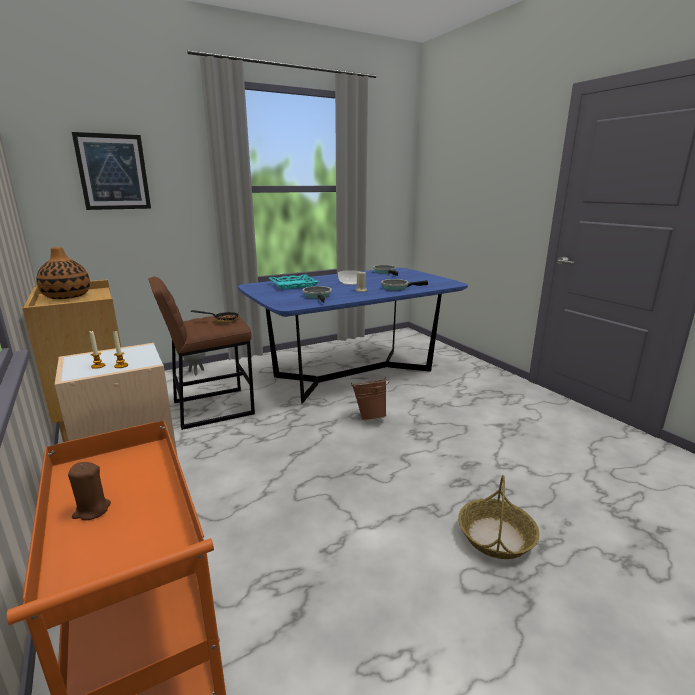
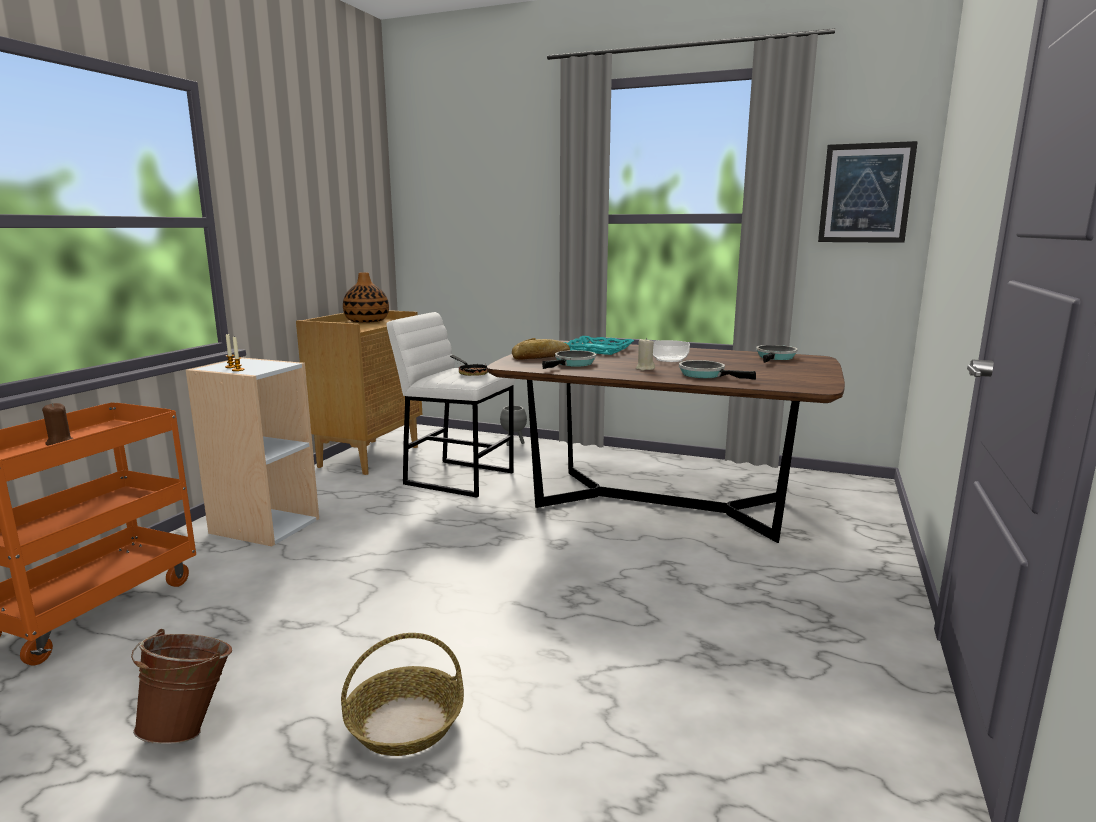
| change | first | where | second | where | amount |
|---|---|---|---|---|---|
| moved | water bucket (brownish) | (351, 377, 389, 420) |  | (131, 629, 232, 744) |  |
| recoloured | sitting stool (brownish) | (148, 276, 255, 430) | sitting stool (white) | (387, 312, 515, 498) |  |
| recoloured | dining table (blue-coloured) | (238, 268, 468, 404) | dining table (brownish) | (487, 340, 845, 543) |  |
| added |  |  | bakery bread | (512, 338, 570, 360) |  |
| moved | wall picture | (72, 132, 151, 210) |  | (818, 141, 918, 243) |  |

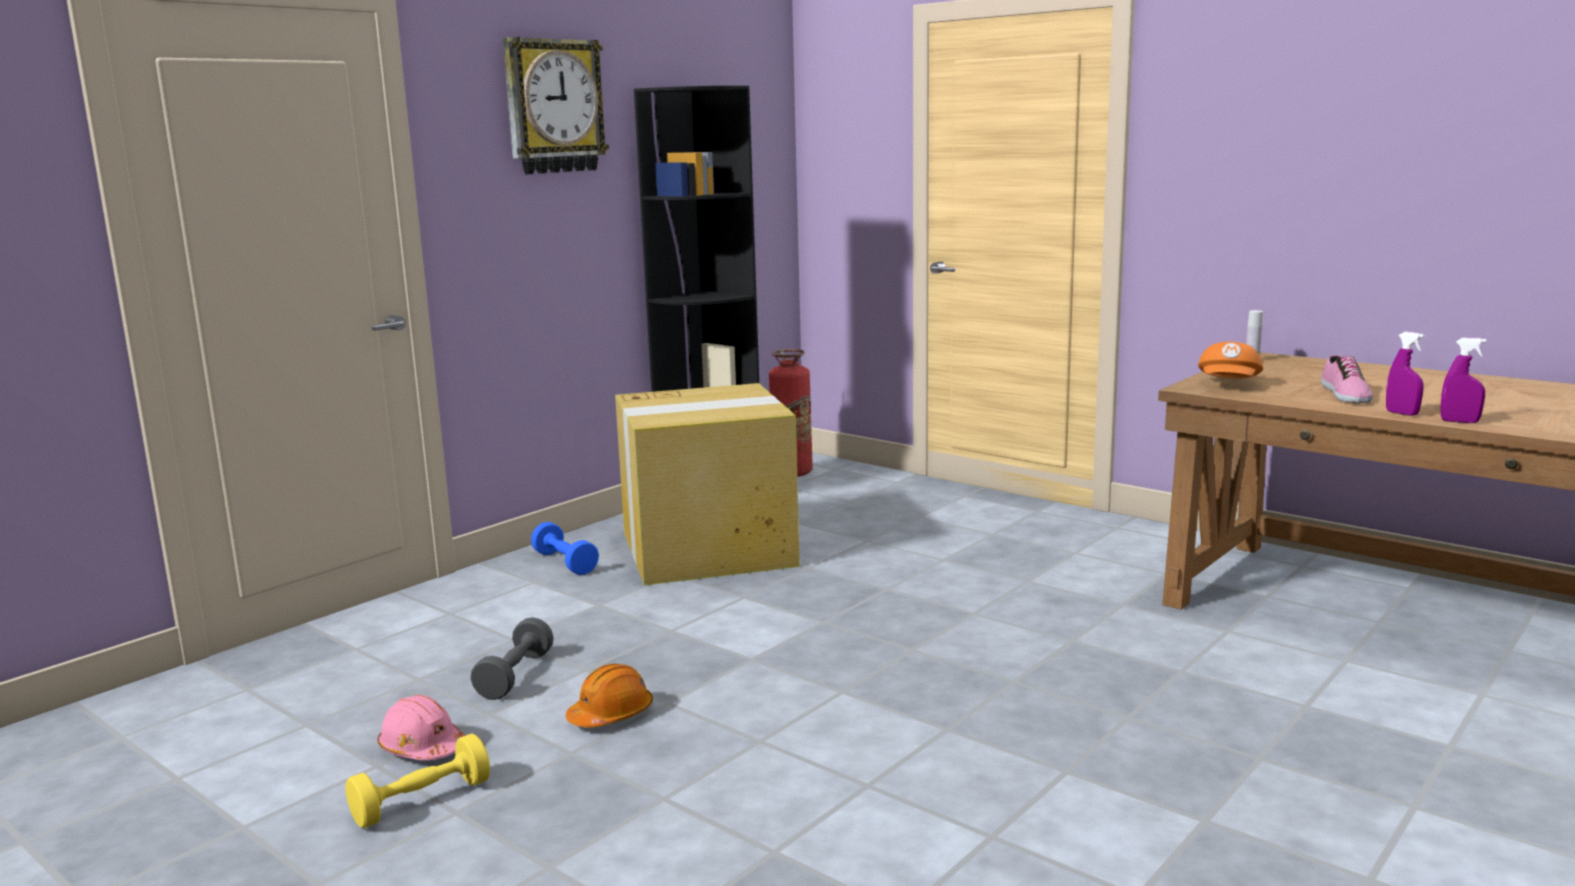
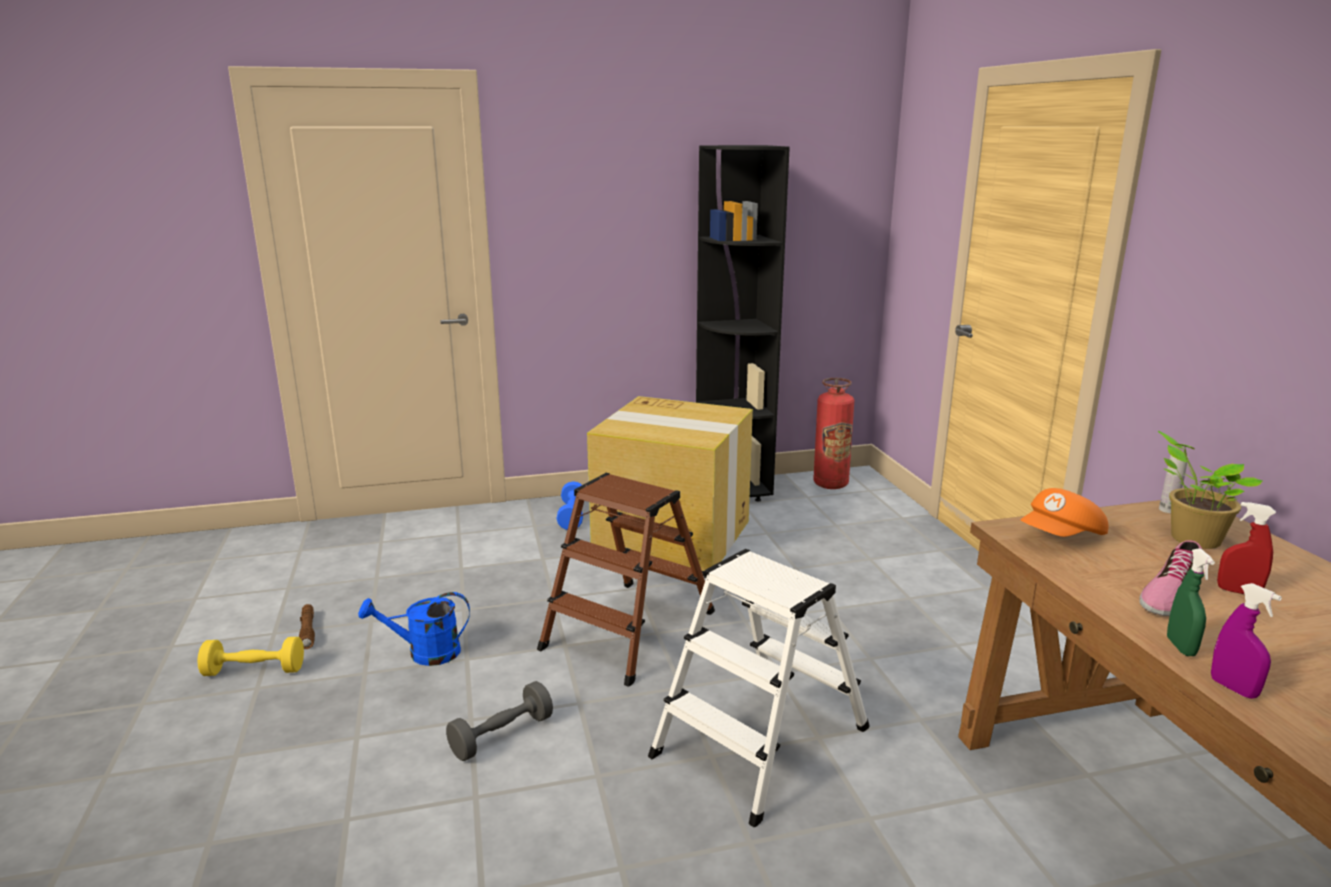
| change | first | where | second | where | amount |
|---|---|---|---|---|---|
| replaced | safety helmet (pink) | (378, 695, 465, 760) | torch (brownish) | (299, 604, 315, 649) |  |
| replaced | safety helmet (orangey) | (566, 664, 653, 727) | watering pot (blue-coloured) | (358, 592, 470, 666) |  |
| moved | hand weight (greyish) | (470, 617, 554, 700) |  | (446, 681, 553, 761) |  |
| added |  |  | step ladder (brownish) | (537, 473, 715, 687) |  |
| added |  |  | step ladder (white) | (648, 549, 870, 827) |  |
| added |  |  | plant in a pot | (1158, 431, 1263, 549) |  |
| recoloured | sprayer (purple) | (1386, 332, 1425, 416) | sprayer (green-coloured) | (1167, 549, 1215, 656) |  |
| added |  |  | sprayer (red) | (1217, 502, 1276, 594) |  |
| removed | hanging clock | (503, 37, 609, 174) |  |  |  |

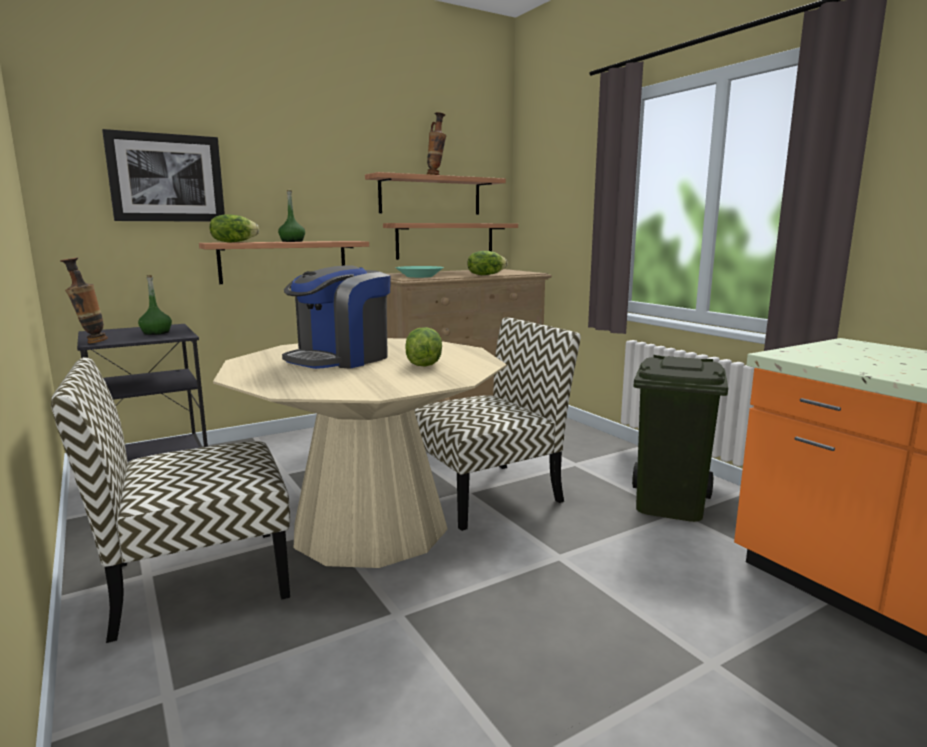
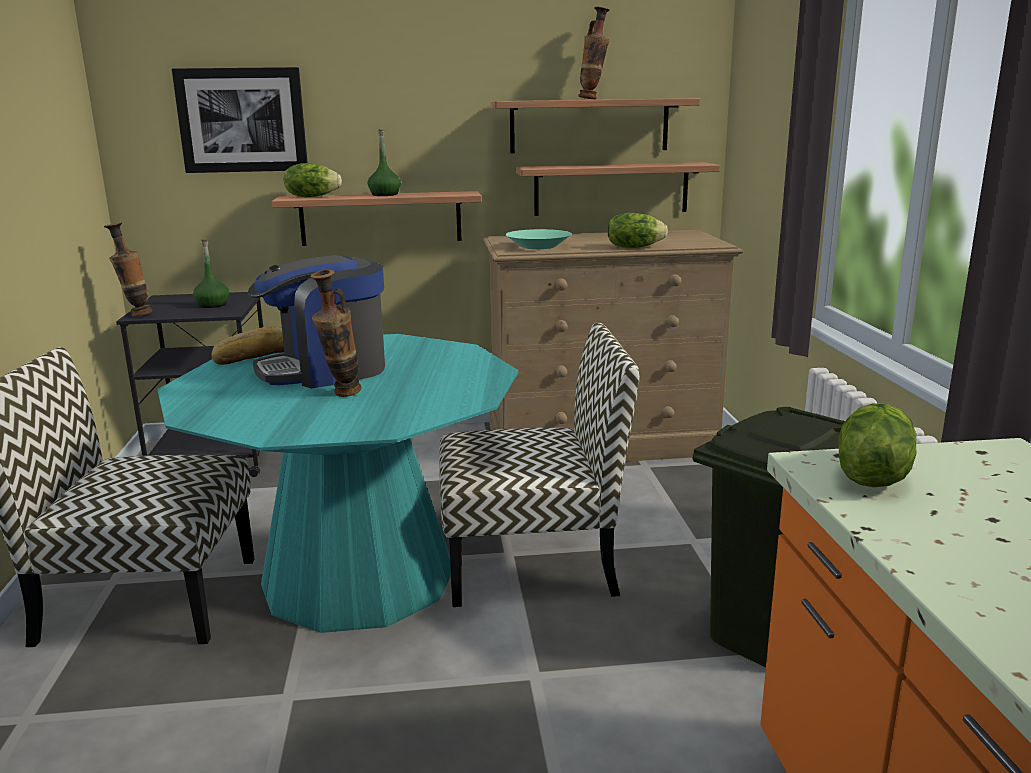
| change | first | where | second | where | amount |
|---|---|---|---|---|---|
| recoloured | dining table (sand-coloured) | (213, 338, 507, 568) | dining table (turquoise) | (157, 334, 518, 633) |  |
| added |  |  | bakery bread | (212, 326, 284, 365) |  |
| added |  |  | flower vase | (310, 269, 361, 397) |  |
| moved | head of lettuce | (405, 327, 442, 367) |  | (839, 403, 916, 487) |  |

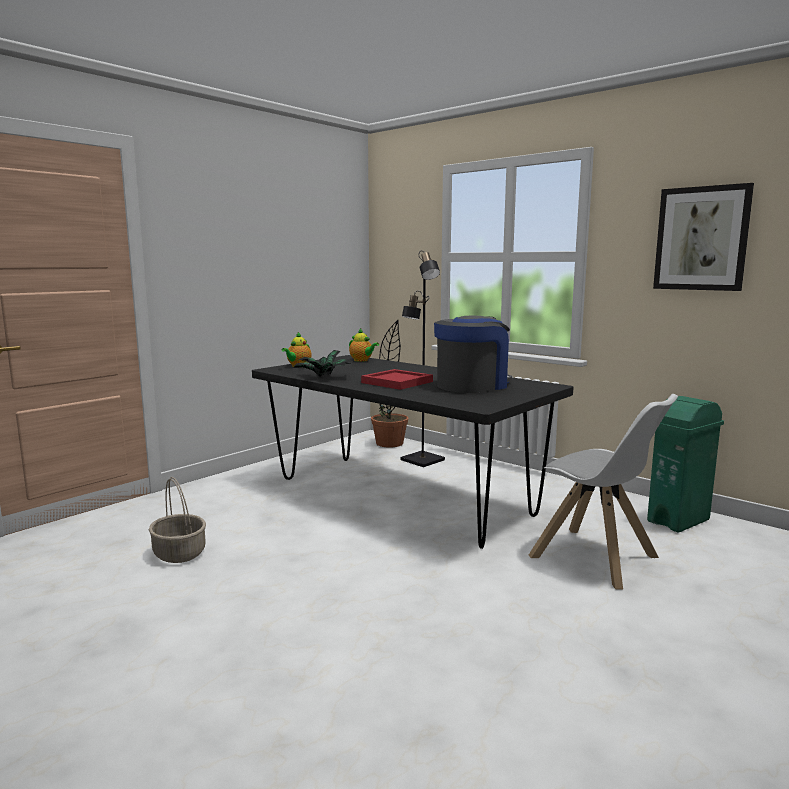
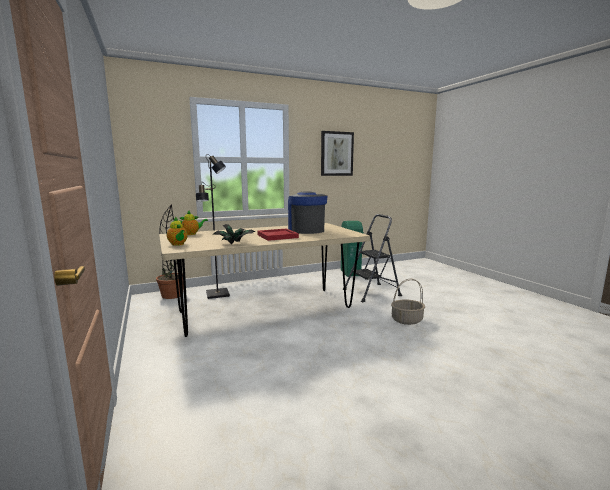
| change | first | where | second | where | amount |
|---|---|---|---|---|---|
| recoloured | dining table (blackish) | (252, 355, 573, 549) | dining table (sand-coloured) | (159, 223, 370, 337) |  |
| replaced | chair | (529, 394, 678, 590) | step ladder (blackish) | (343, 214, 402, 302) |  |
| moved | storage basket | (149, 477, 206, 563) |  | (391, 279, 425, 325) |  |

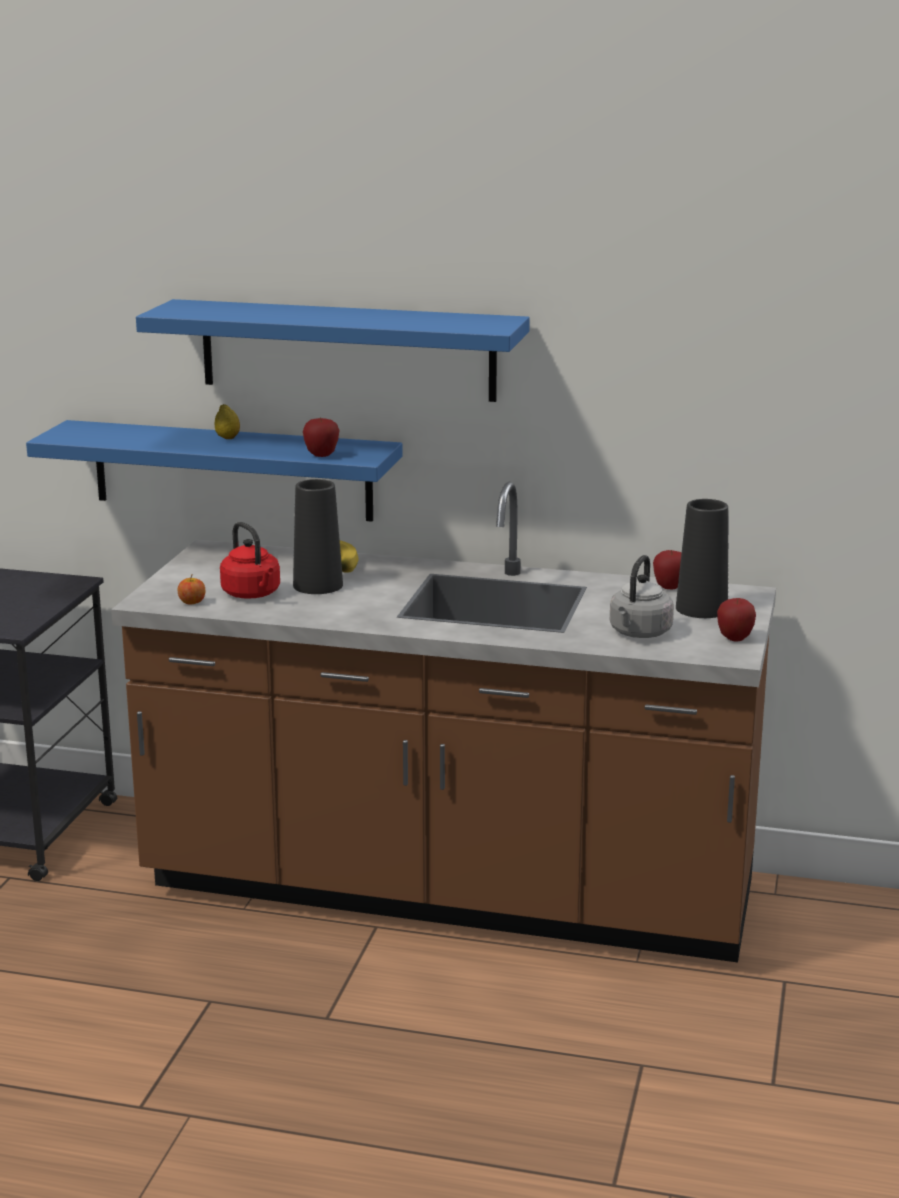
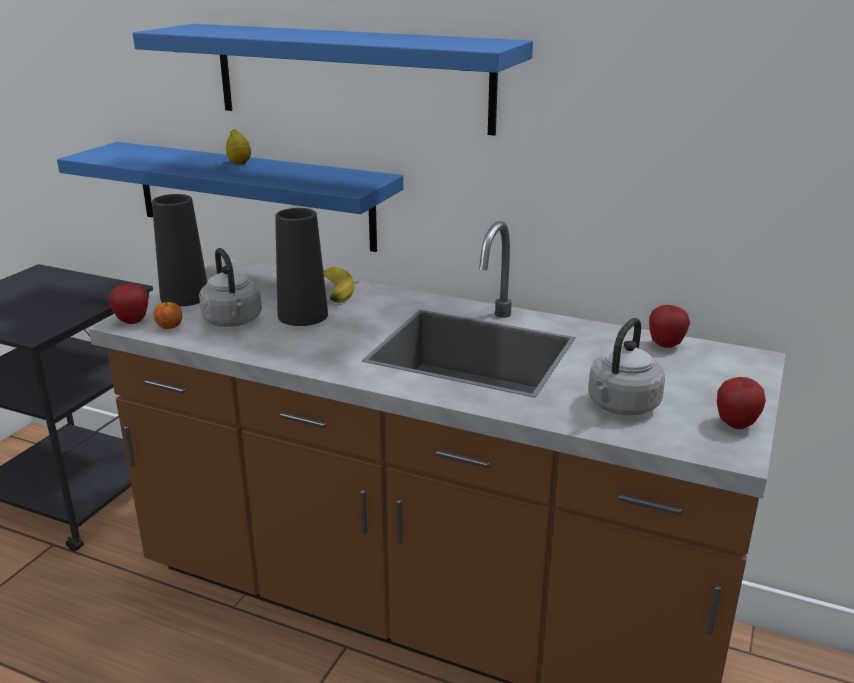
| change | first | where | second | where | amount |
|---|---|---|---|---|---|
| moved | apple fruit | (303, 417, 340, 457) |  | (109, 283, 149, 324) |  |
| moved | flower vase (blackish) | (676, 499, 728, 618) |  | (152, 194, 207, 306) |  |
| recoloured | kettle (red) | (220, 522, 280, 599) | kettle (greyish) | (199, 248, 262, 327) |  |

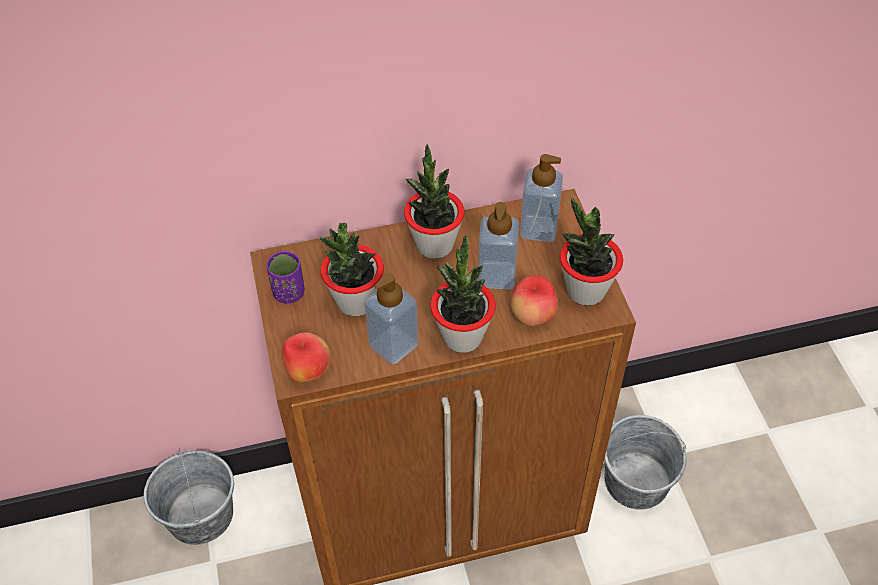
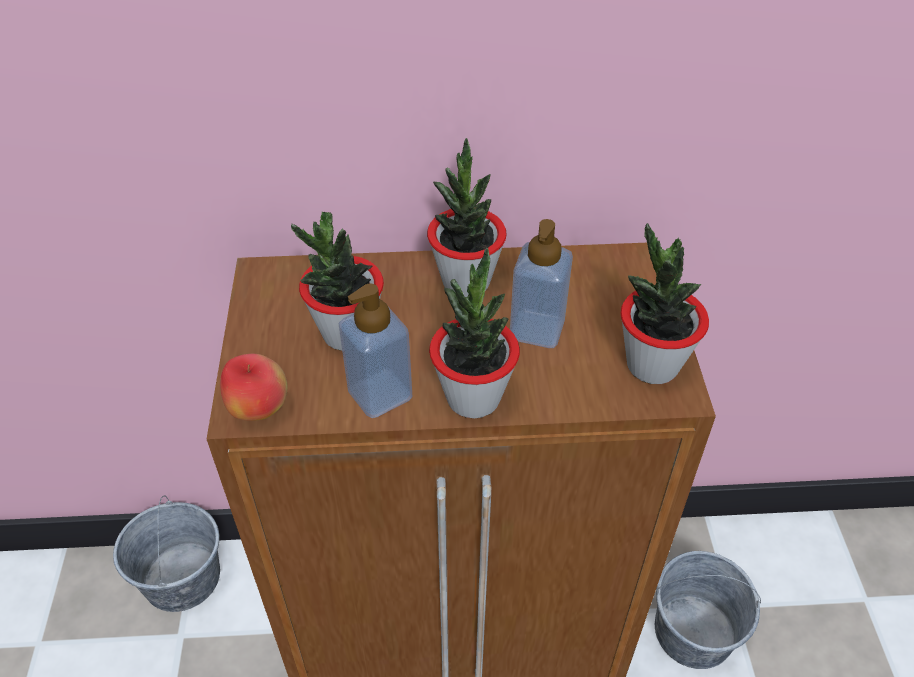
| change | first | where | second | where | amount |
|---|---|---|---|---|---|
| removed | cup (purple) | (267, 251, 305, 304) |  |  |  |
| removed | apple fruit | (511, 275, 558, 326) |  |  |  |
| removed | soap bottle | (520, 154, 563, 242) |  |  |  |

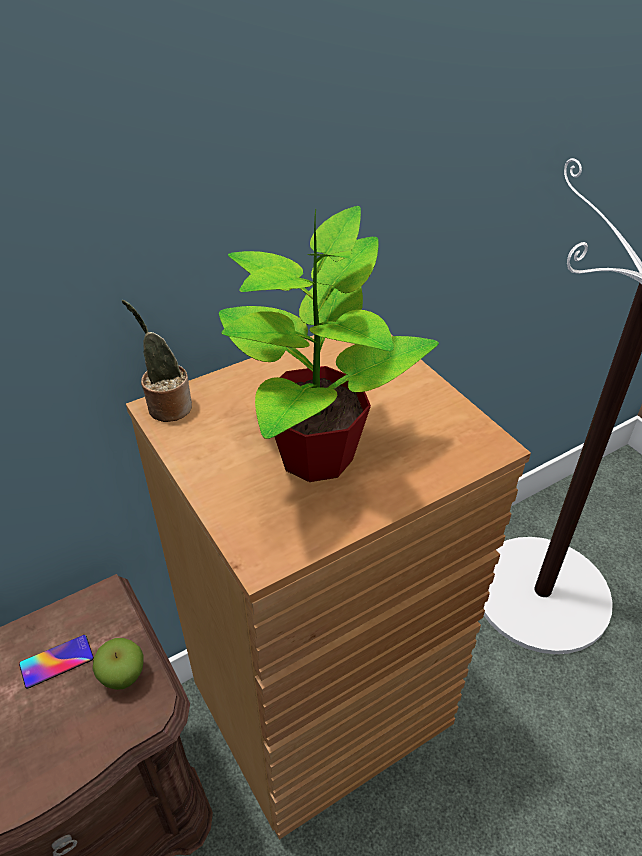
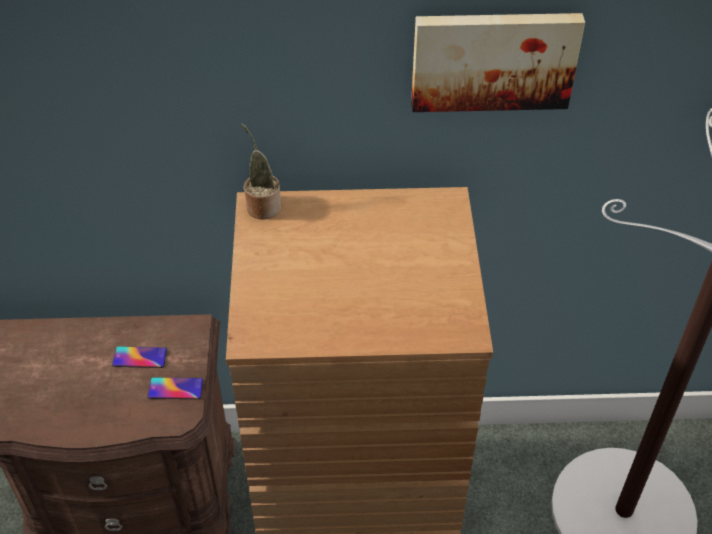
| change | first | where | second | where | amount |
|---|---|---|---|---|---|
| replaced | apple fruit | (92, 638, 144, 690) | phone | (148, 377, 204, 399) |  |
| added |  |  | wall picture | (411, 13, 585, 112) |  |
| removed | plant in a pot | (219, 206, 439, 482) |  |  |  |

